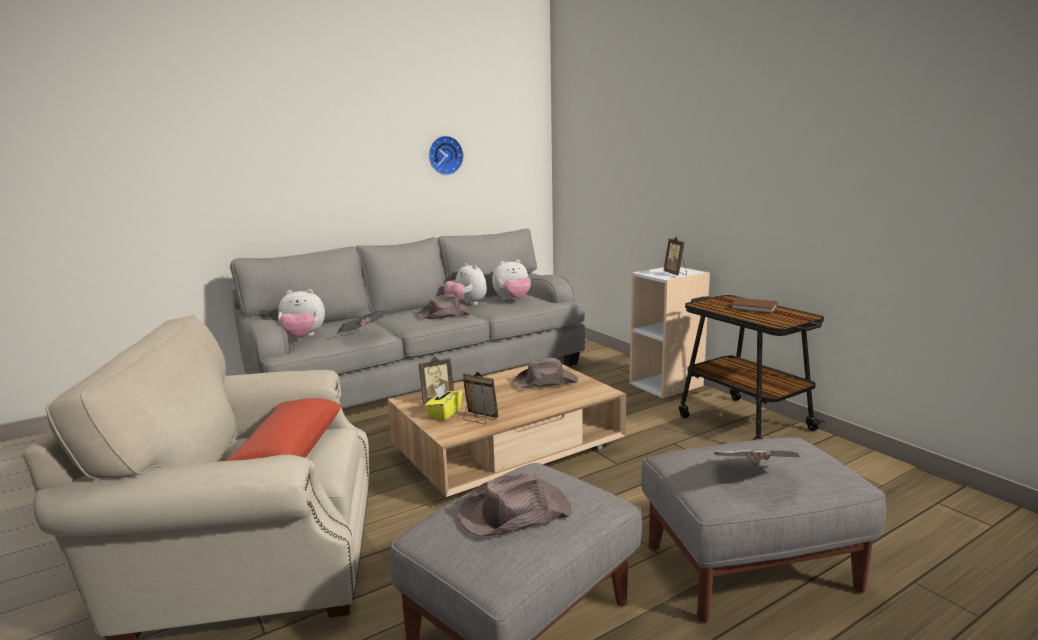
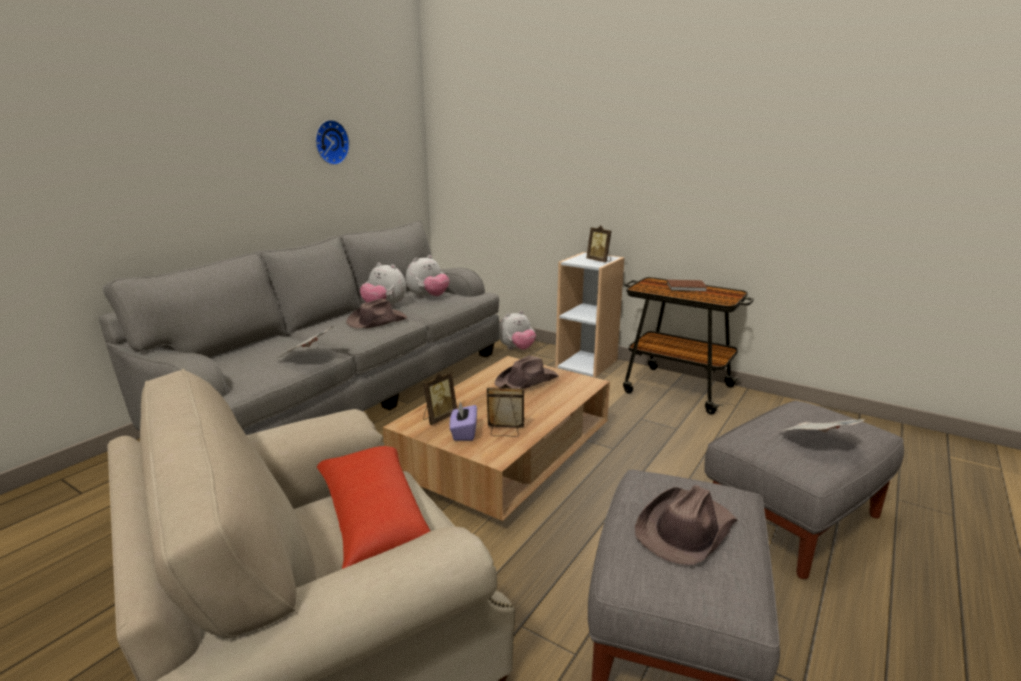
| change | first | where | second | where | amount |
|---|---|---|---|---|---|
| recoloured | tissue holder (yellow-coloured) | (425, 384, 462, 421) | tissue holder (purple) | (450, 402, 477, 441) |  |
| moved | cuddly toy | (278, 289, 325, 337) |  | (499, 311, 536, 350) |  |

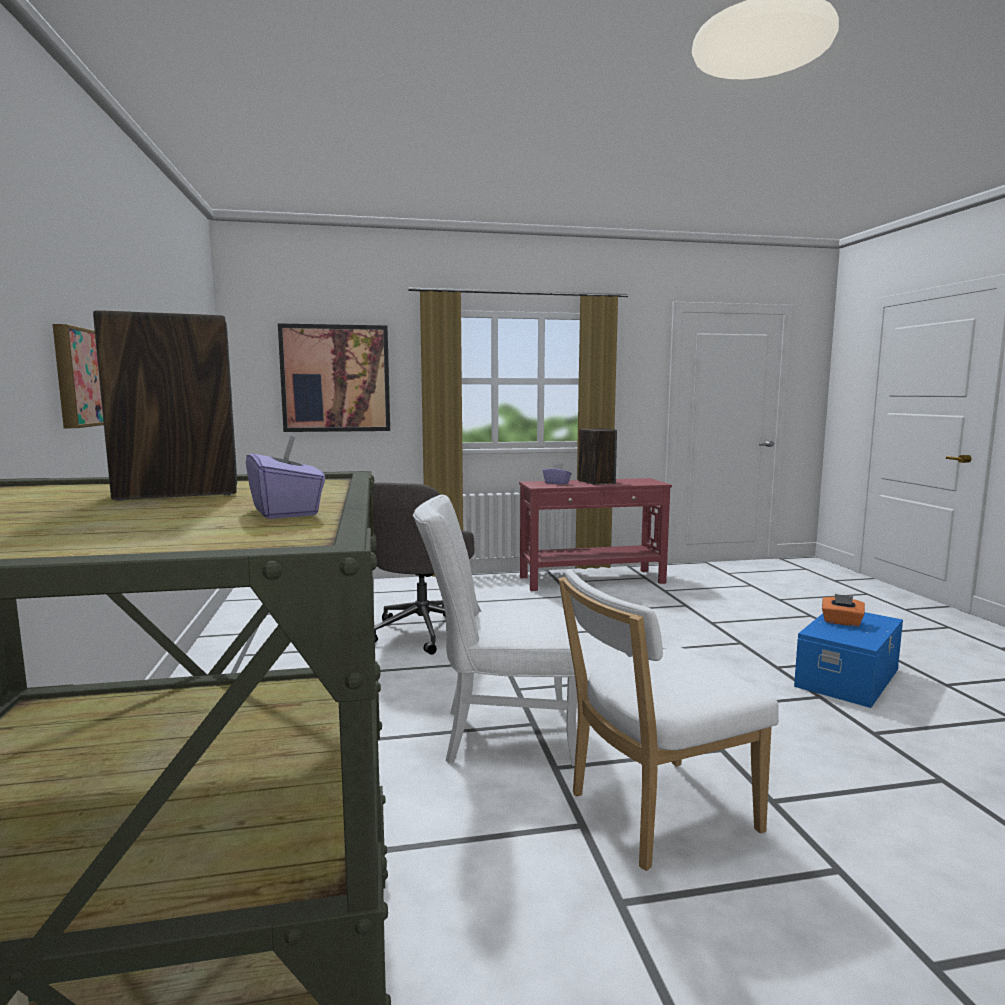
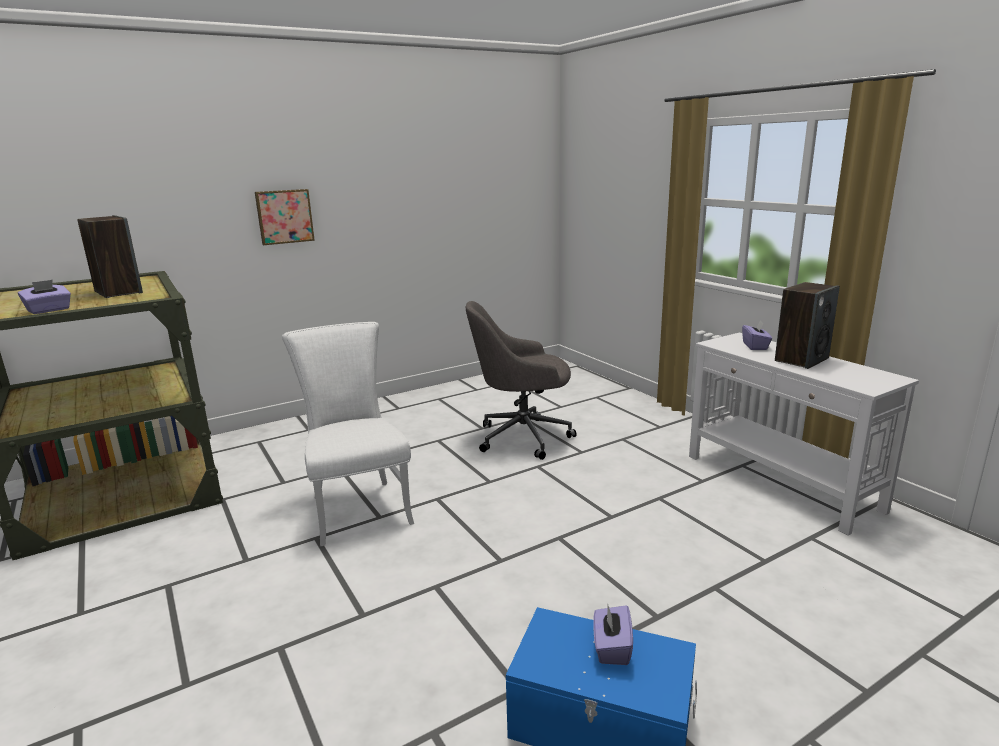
| change | first | where | second | where | amount |
|---|---|---|---|---|---|
| recoloured | tissue holder (orangey) | (822, 594, 865, 627) | tissue holder (purple) | (593, 605, 633, 665) |  |
| recoloured | console table (red) | (519, 478, 672, 591) | console table (white) | (689, 333, 919, 536) |  |
| removed | wall picture | (278, 323, 390, 432) |  |  |  |
| removed | chair (white) | (558, 569, 779, 871) |  |  |  |

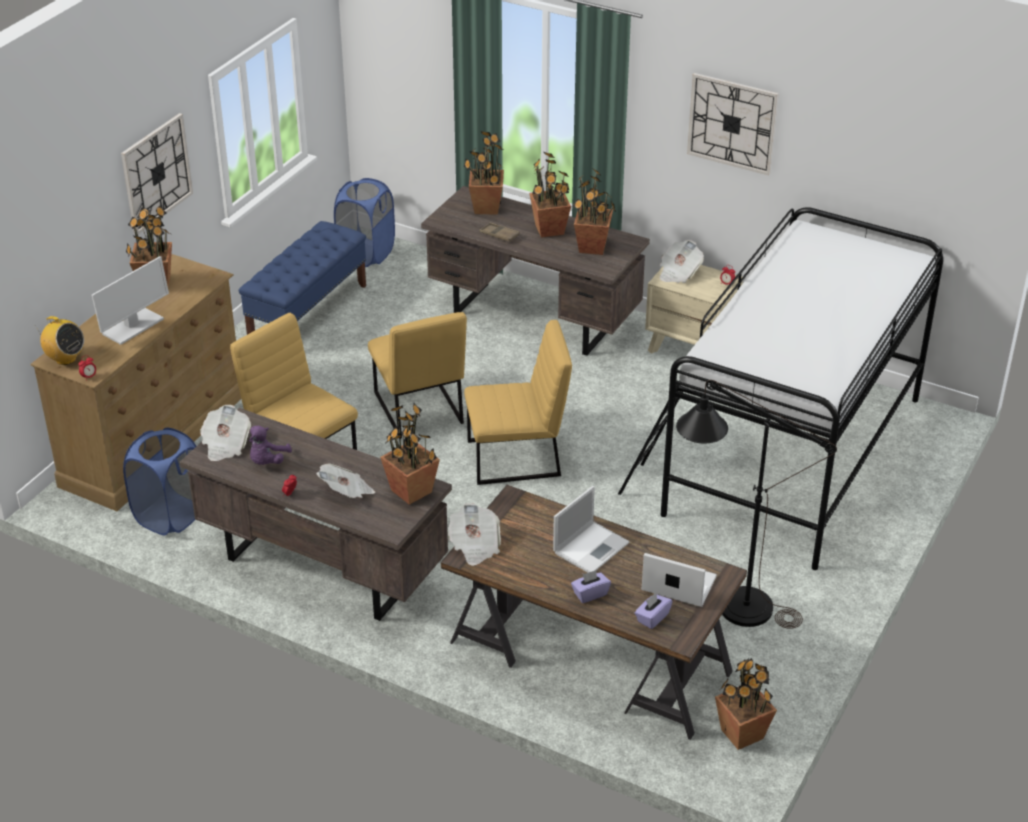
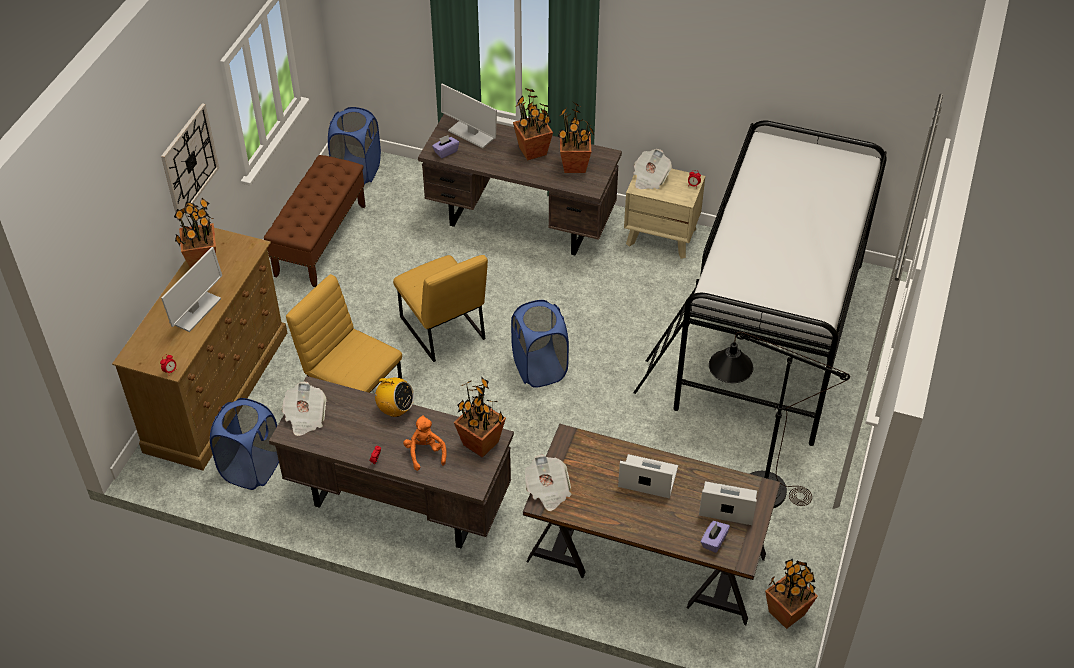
| change | first | where | second | where | amount |
|---|---|---|---|---|---|
| recoloured | long seat (blue-coloured) | (239, 221, 366, 335) | long seat (brownish) | (264, 155, 366, 287) |  |
| moved | radio | (37, 316, 84, 365) |  | (370, 377, 414, 417) |  |
| replaced | printed paper | (316, 464, 375, 498) | cuddly toy (orangey) | (403, 415, 447, 471) |  |
| moved | tissue holder (purple) | (571, 570, 611, 603) |  | (432, 135, 459, 158) |  |
| replaced | plant in a pot | (464, 131, 504, 215) | computer screen | (441, 84, 497, 149) |  |
| replaced | chair (yellow-coloured) | (464, 320, 572, 485) | laundry basket (blue-coloured) | (511, 300, 569, 388) |  |
| turned | notebook computer | (553, 486, 630, 573) |  | (618, 454, 678, 498) | 105 degrees counterclockwise |
| removed | cuddly toy (purple) | (249, 425, 292, 465) |  |  |  |
| removed | serving tray (brownish) | (479, 222, 520, 242) |  |  |  |
| removed | hanging clock | (687, 73, 779, 175) |  |  |  |

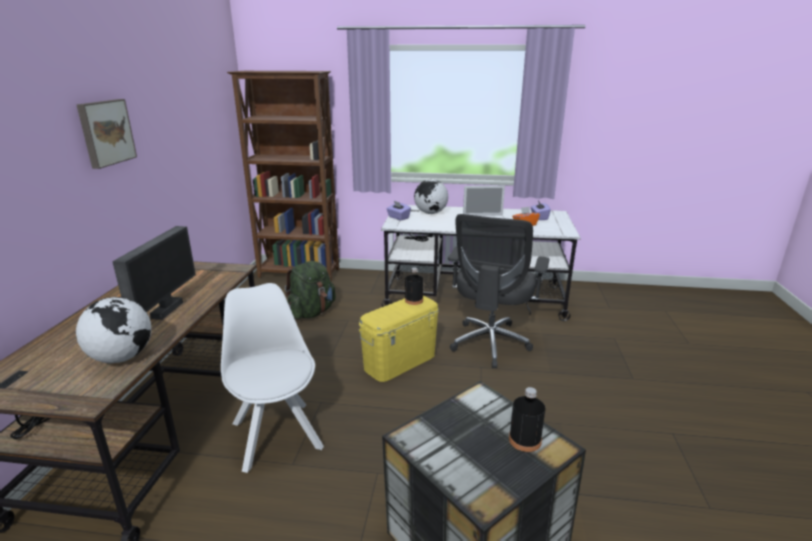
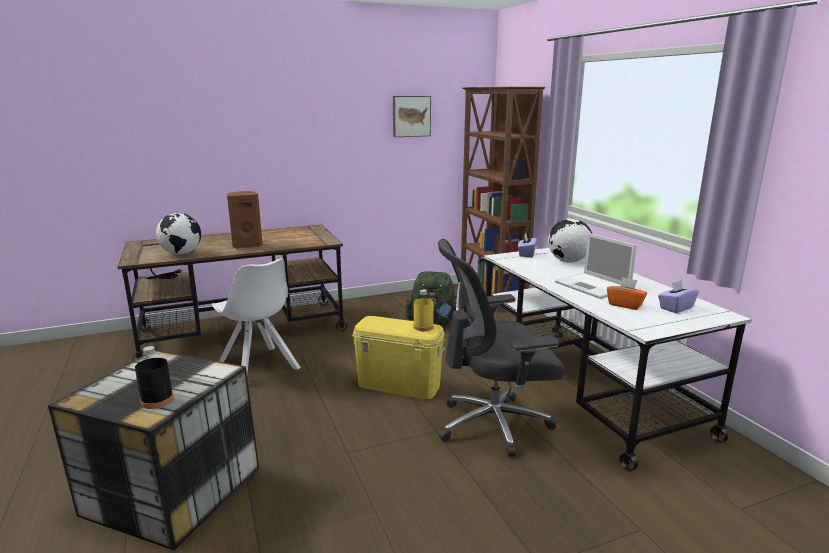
| change | first | where | second | where | amount |
|---|---|---|---|---|---|
| turned | chair (white) | (221, 283, 324, 473) |  | (212, 258, 300, 373) | 105 degrees clockwise |
| replaced | computer screen | (112, 226, 196, 320) | loudspeaker (brownish) | (227, 191, 263, 248) |  |
| moved | wall picture | (77, 99, 137, 169) |  | (393, 96, 431, 137) |  |
| recoloured | beverage bottle (blackish) | (405, 267, 423, 305) | beverage bottle (yellow-coloured) | (413, 290, 434, 331) |  |

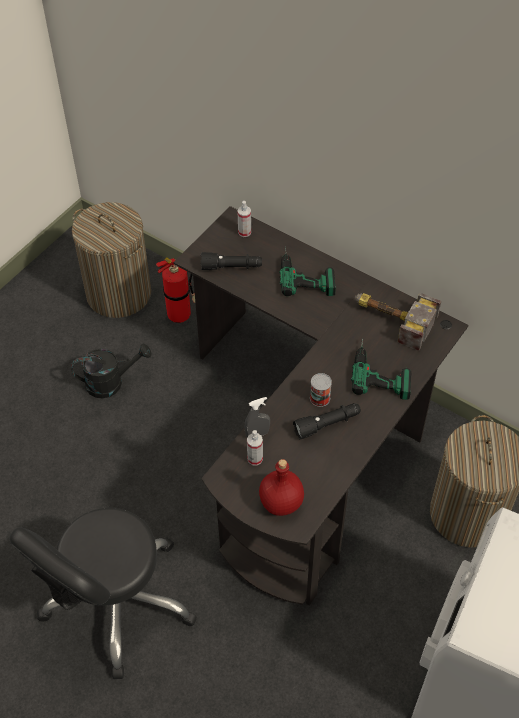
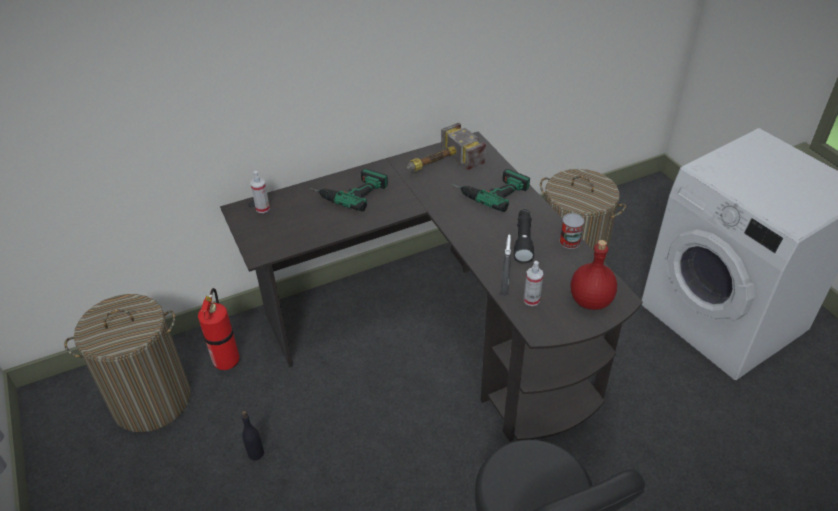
| change | first | where | second | where | amount |
|---|---|---|---|---|---|
| replaced | watering pot (blackish) | (71, 344, 151, 398) | beverage bottle (blackish) | (241, 411, 264, 460) |  |
| moved | metal can | (310, 373, 332, 407) |  | (560, 213, 584, 249) |  |
| removed | torch (blackish) | (201, 252, 262, 270) |  |  |  |

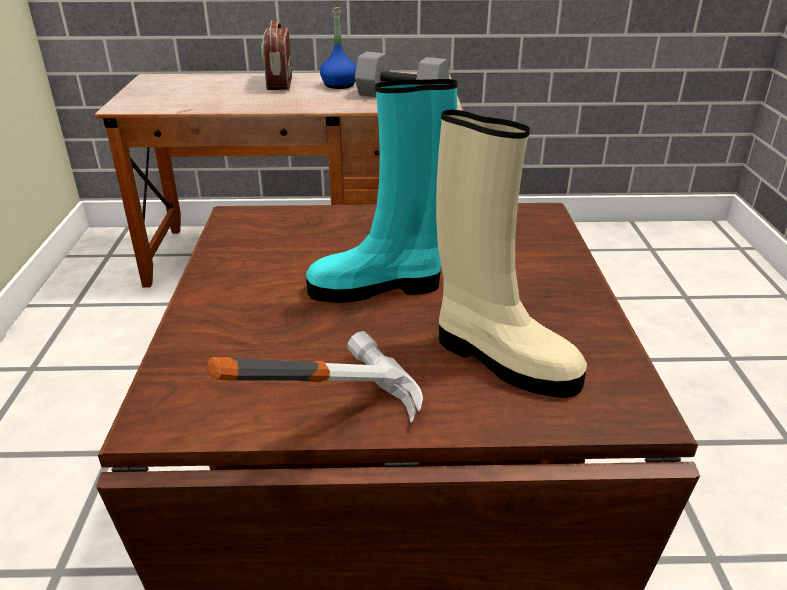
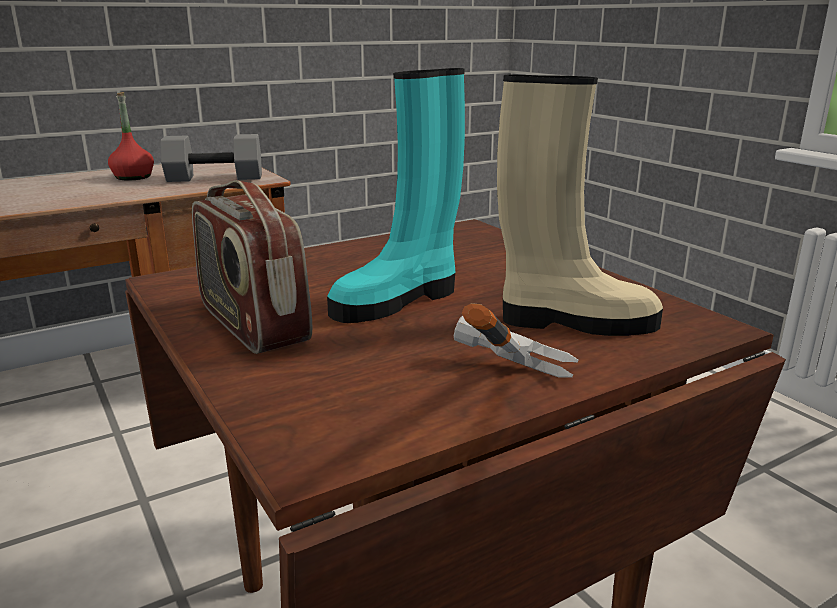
| change | first | where | second | where | amount |
|---|---|---|---|---|---|
| recoloured | beverage bottle (blue-coloured) | (320, 7, 357, 89) | beverage bottle (red) | (108, 92, 154, 181) |  |
| moved | radio | (261, 20, 292, 90) |  | (192, 180, 312, 354) |  |

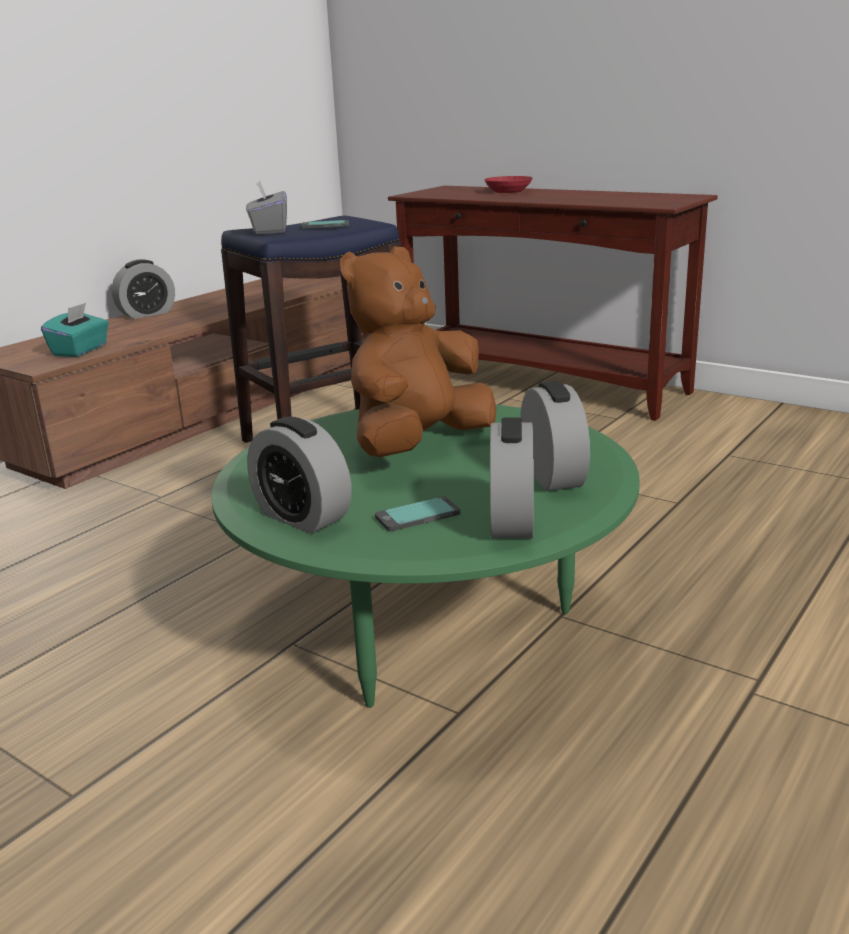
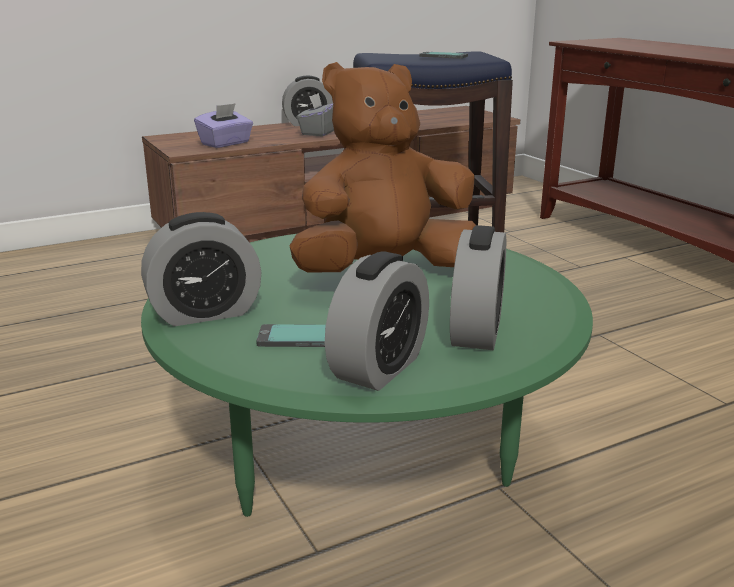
| change | first | where | second | where | amount |
|---|---|---|---|---|---|
| turned | alarm clock | (247, 417, 352, 534) |  | (141, 212, 261, 326) | 90 degrees counterclockwise |
| recoloured | tissue holder (turquoise) | (41, 303, 109, 357) | tissue holder (purple) | (194, 103, 253, 148) |  |
| moved | tissue holder (greyish) | (246, 180, 287, 234) |  | (297, 93, 334, 136) |  |
| removed | bowl (red) | (484, 176, 532, 193) |  |  |  |

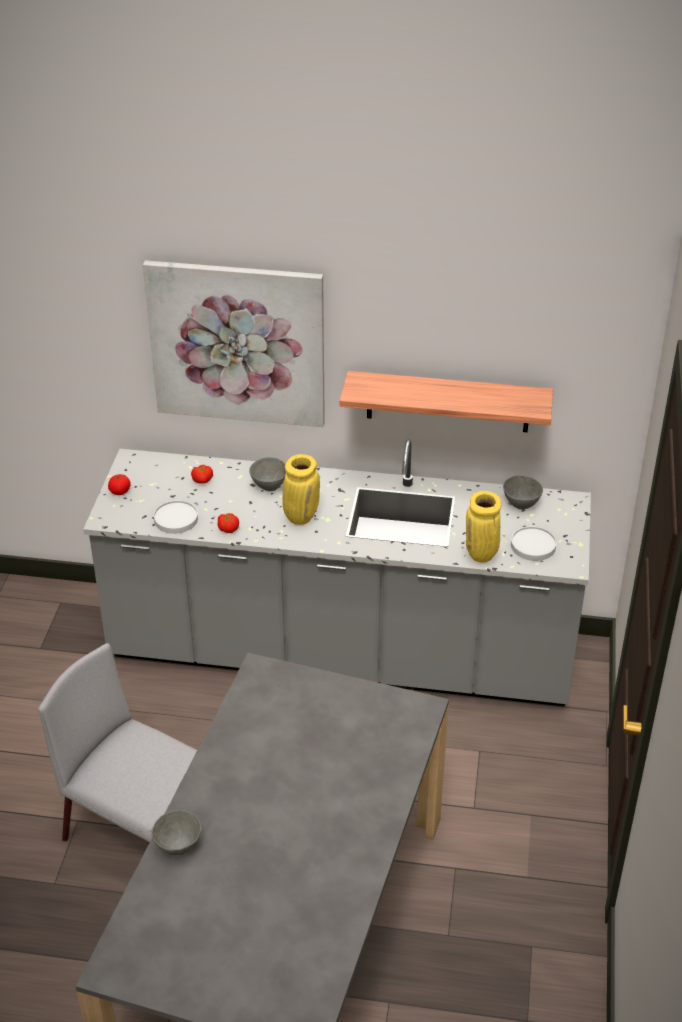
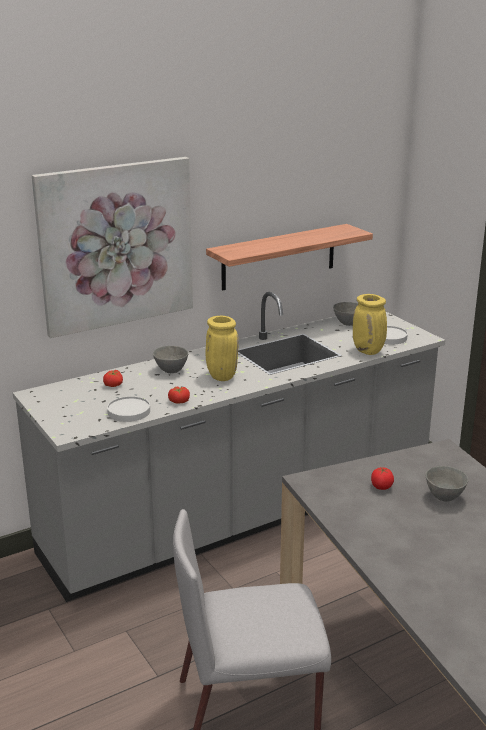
| change | first | where | second | where | amount |
|---|---|---|---|---|---|
| moved | fresh tomato | (108, 474, 131, 495) |  | (371, 468, 394, 490) |  |
| moved | bowl (greyish) | (152, 810, 201, 855) |  | (426, 466, 468, 502) |  |

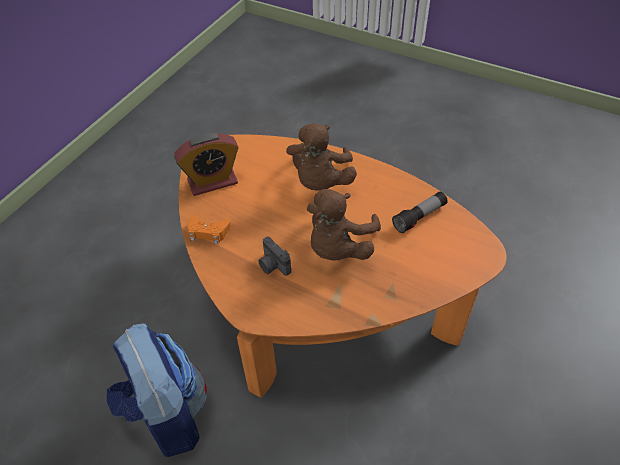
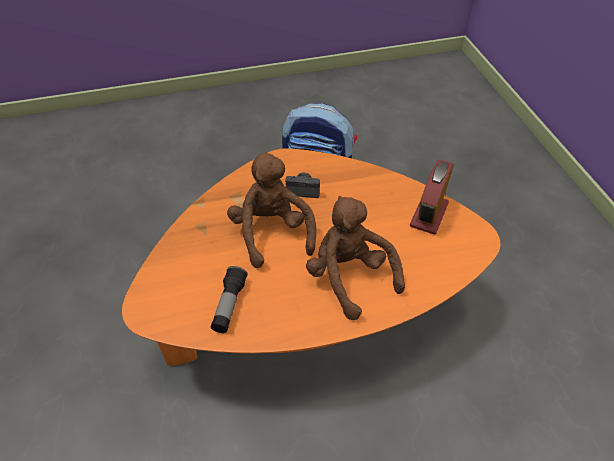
| change | first | where | second | where | amount |
|---|---|---|---|---|---|
| removed | gamepad (orangey) | (188, 215, 231, 244) |  |  |  |

